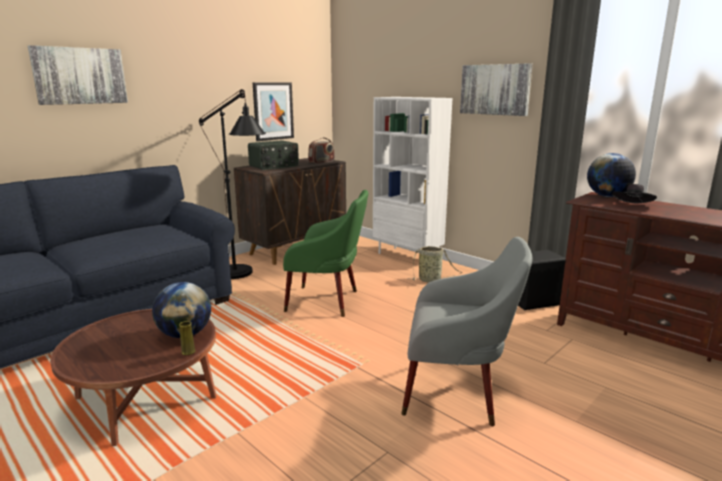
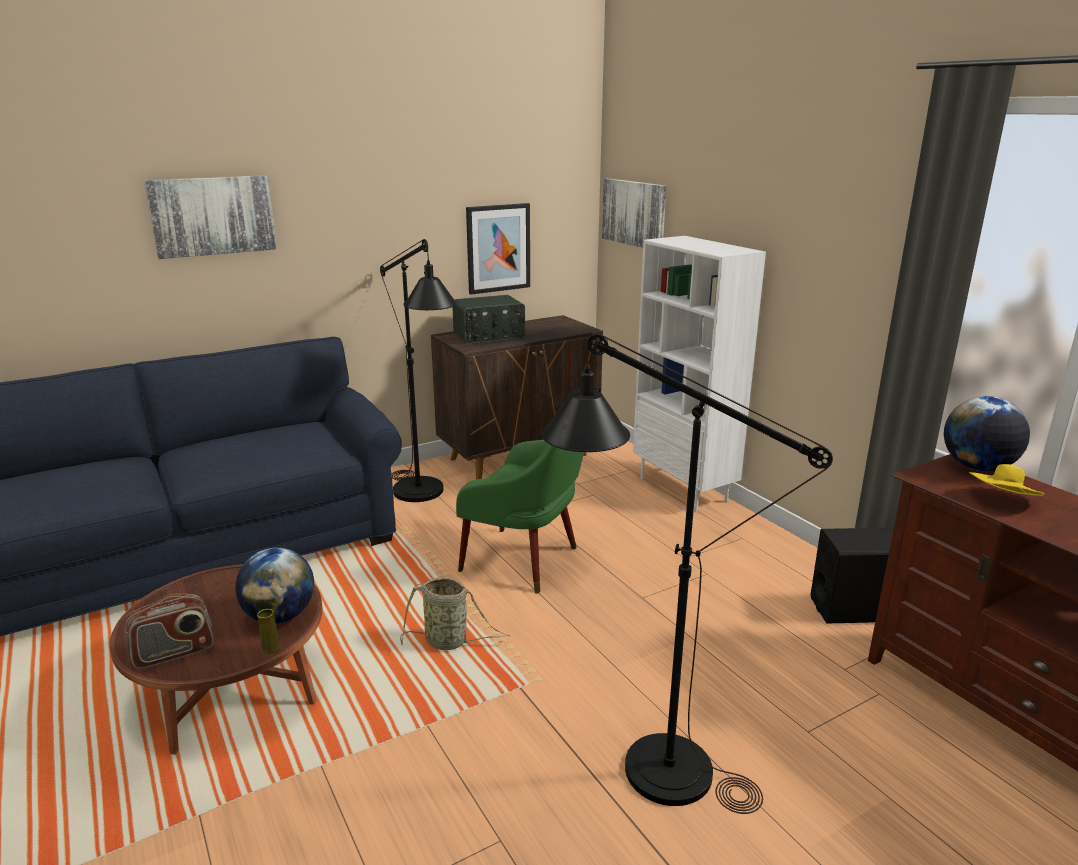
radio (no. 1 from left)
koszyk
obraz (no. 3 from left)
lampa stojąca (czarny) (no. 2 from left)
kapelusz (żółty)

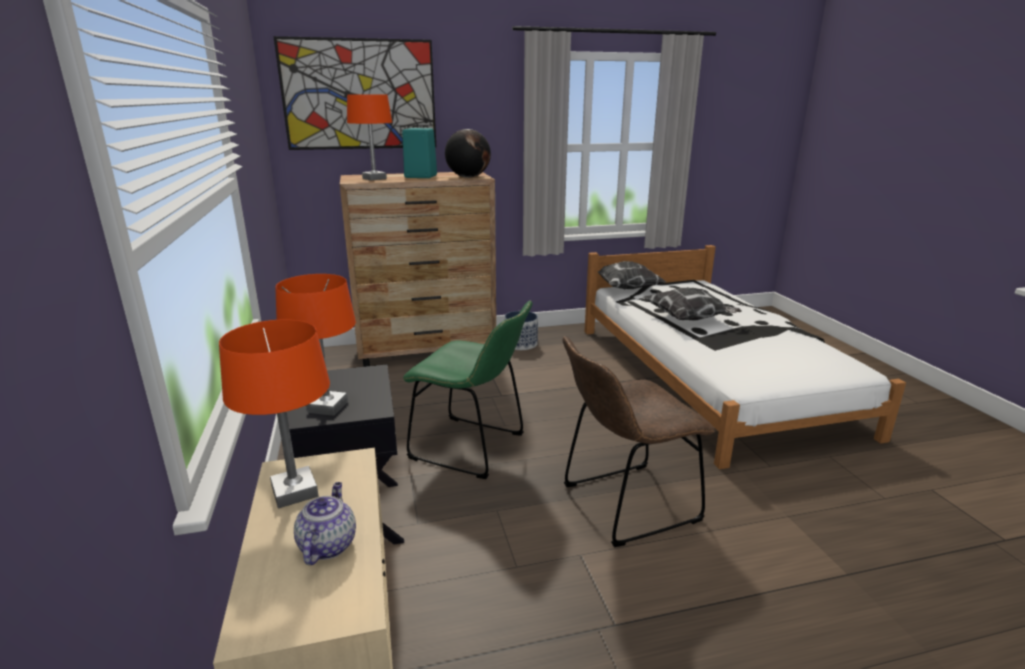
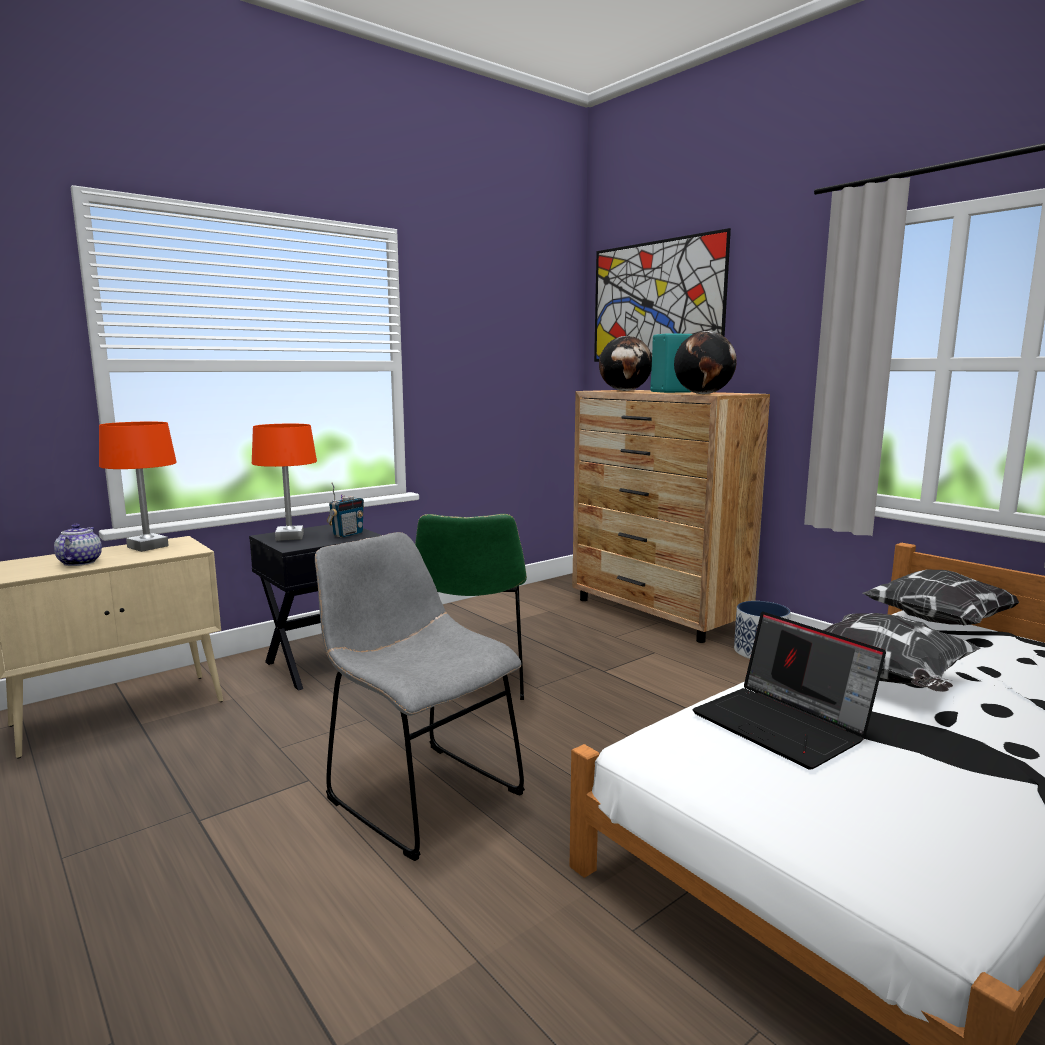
radio
laptop
globus (no. 1 from left)
krzesło (szary)
imbryk

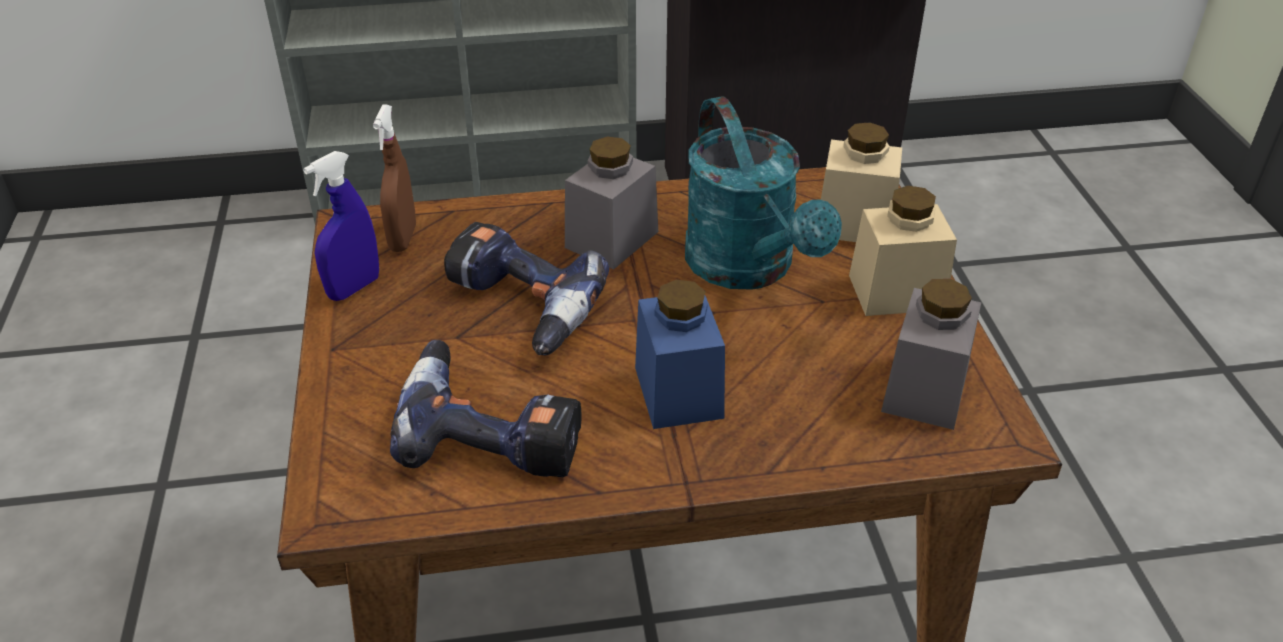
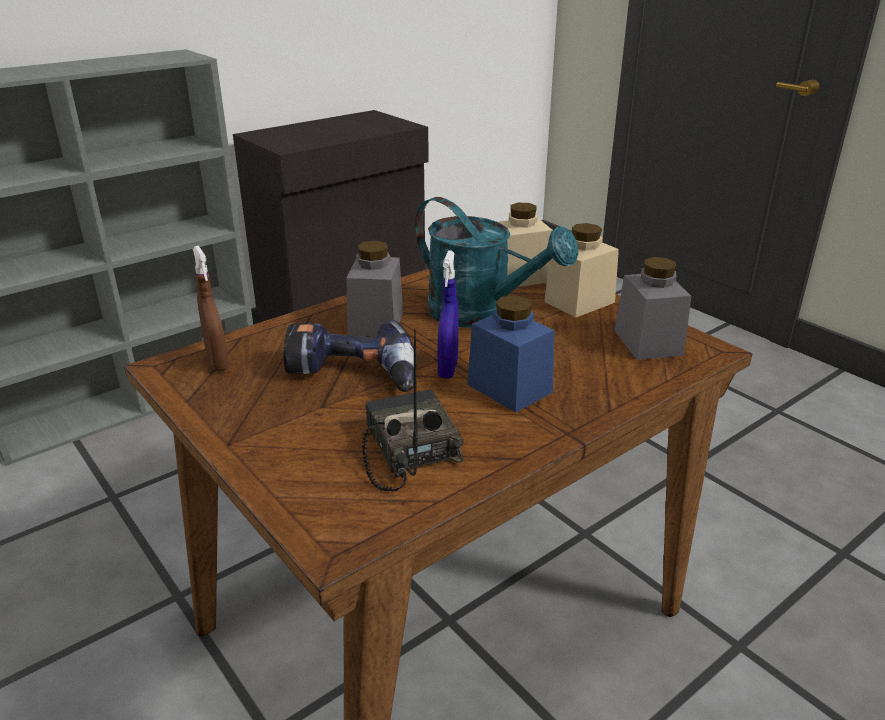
spryskiwacz (niebieski)
radio

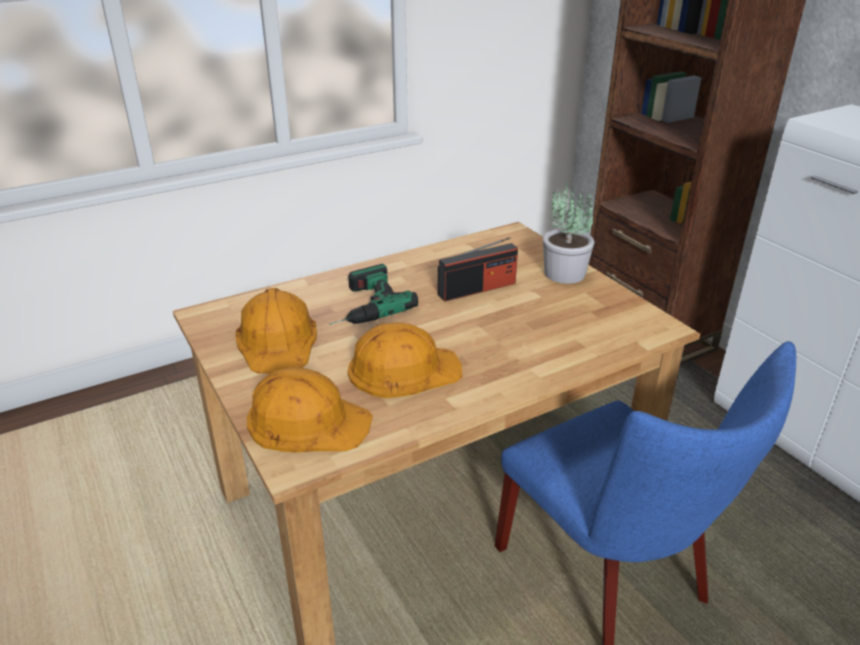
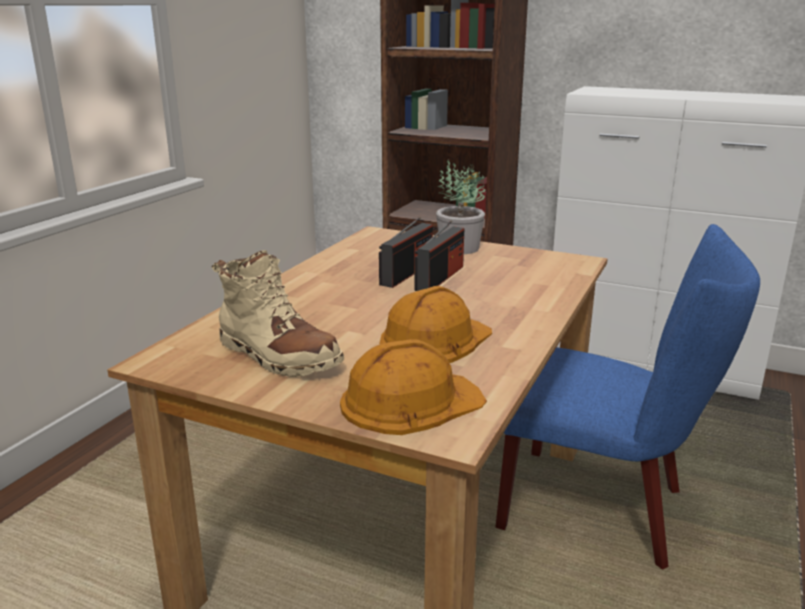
wiertarka
radio (no. 2 from left)
but z cholewką (beżowy)

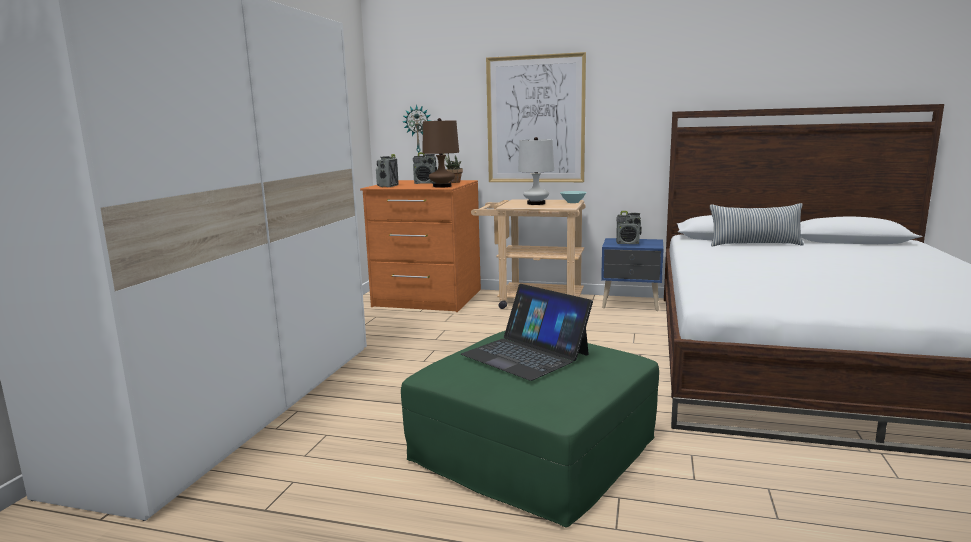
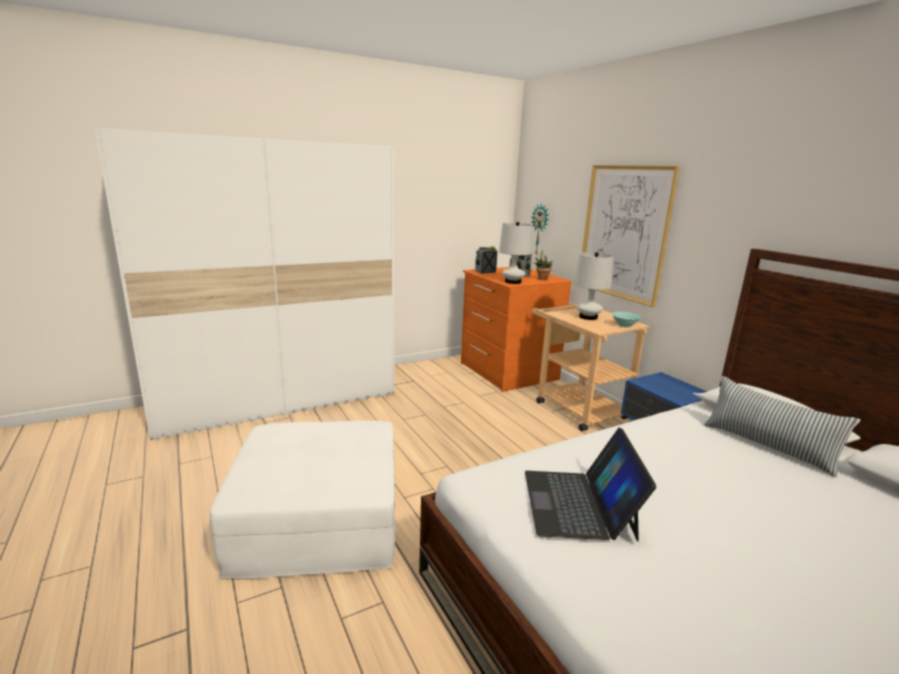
radio (no. 3 from left in the first image)
laptop
pufa (biały)
lampa stołowa (biały) (no. 1 from left)

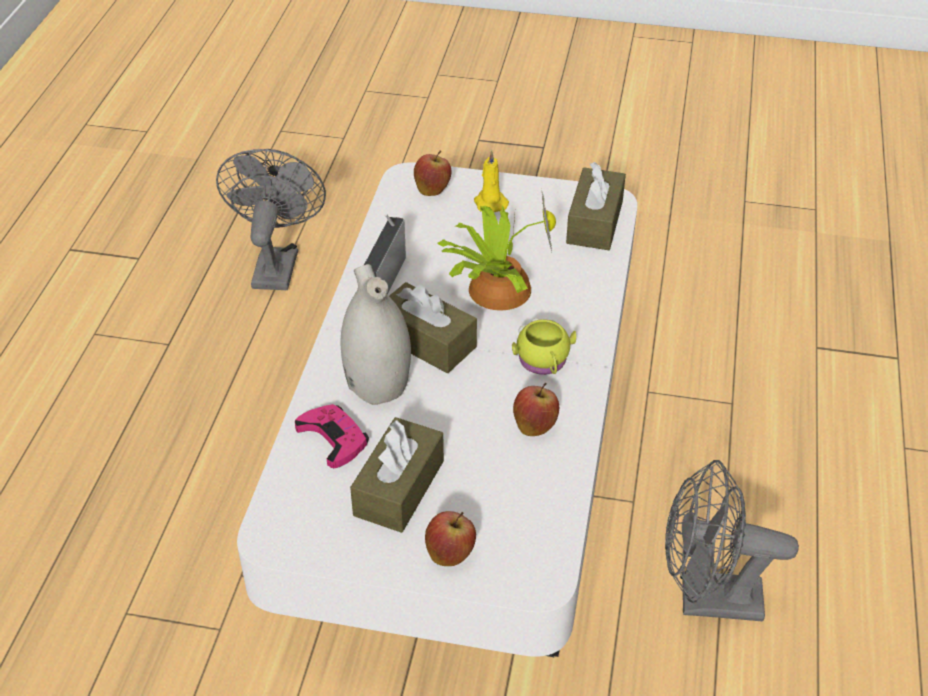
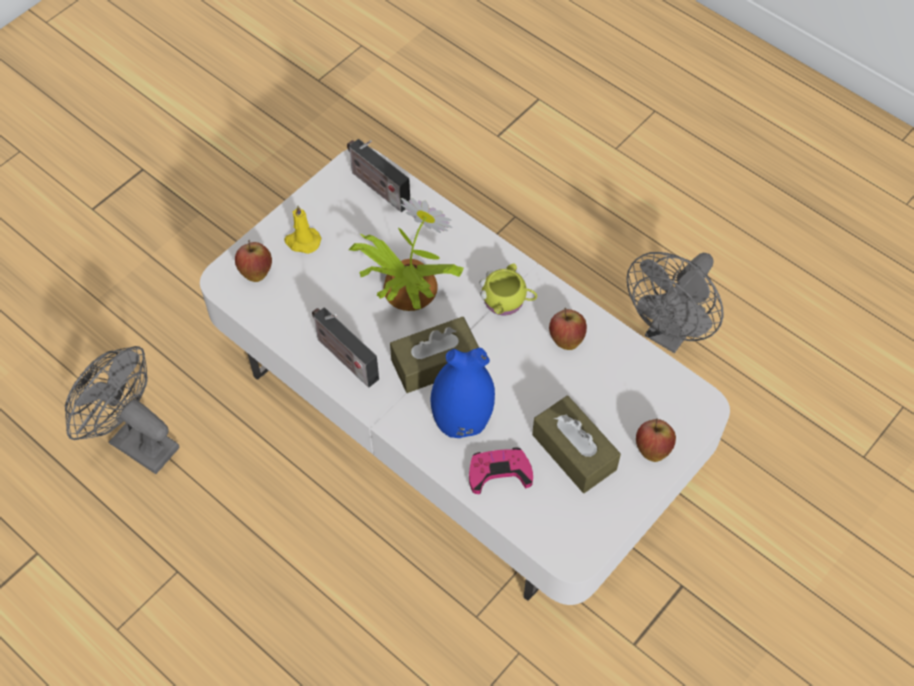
radio (no. 2 from left)
wazon (niebieski)

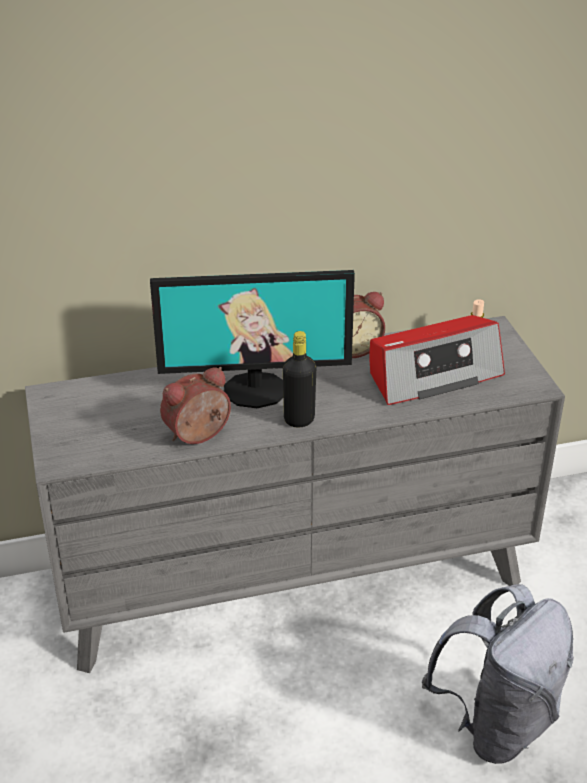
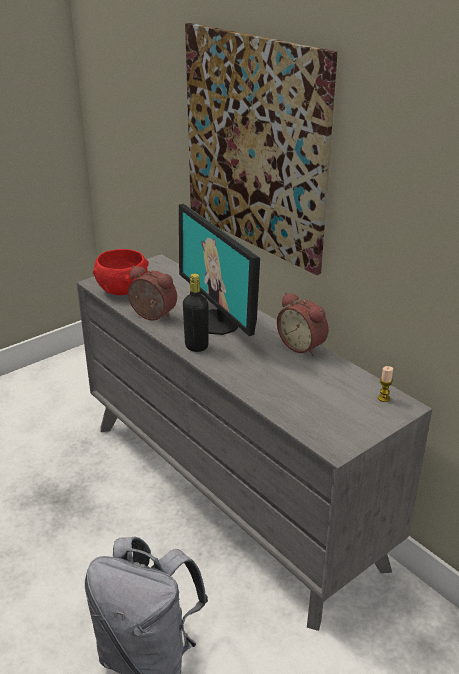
radio
miska (czerwony)
obraz

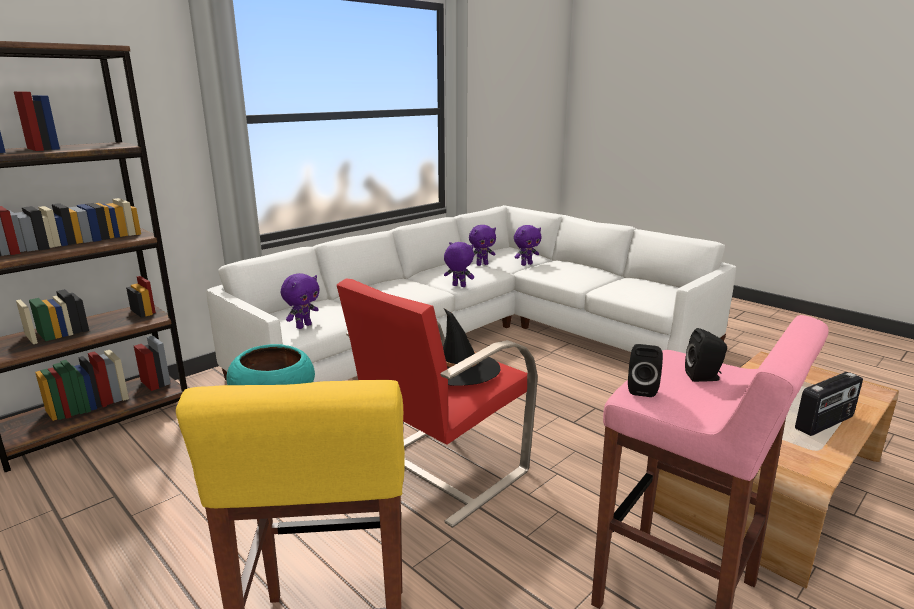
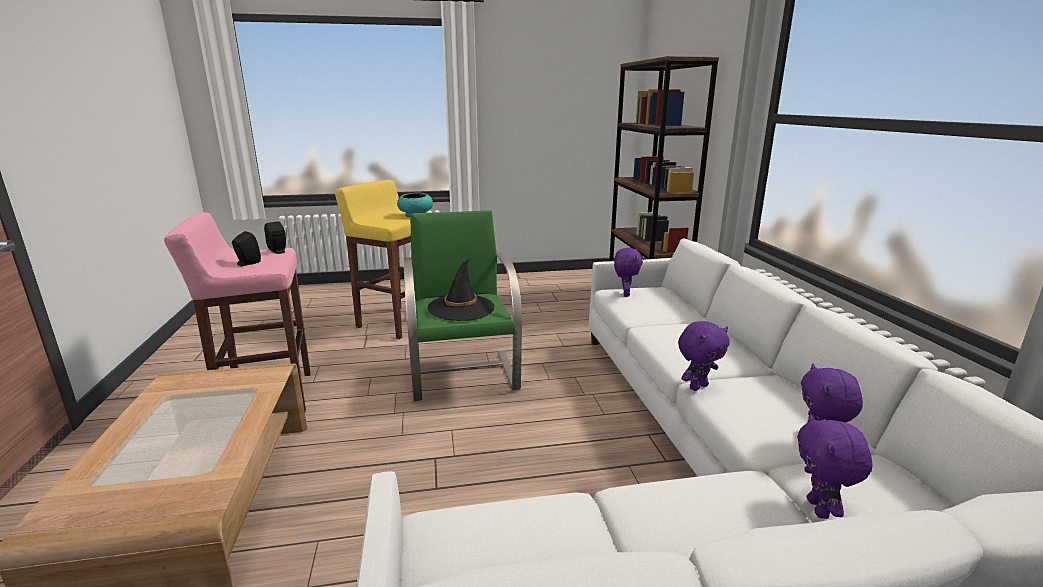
radio
fotel (zielony)
pluszak (fioletowy) (no. 1 from left)

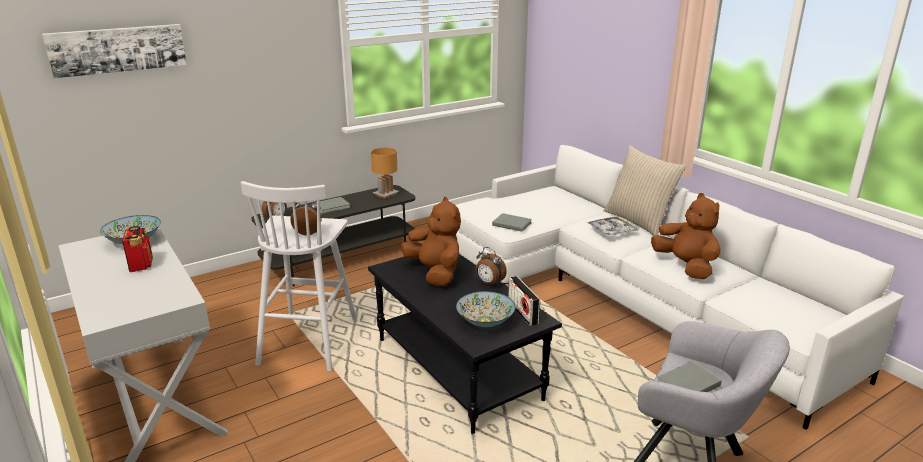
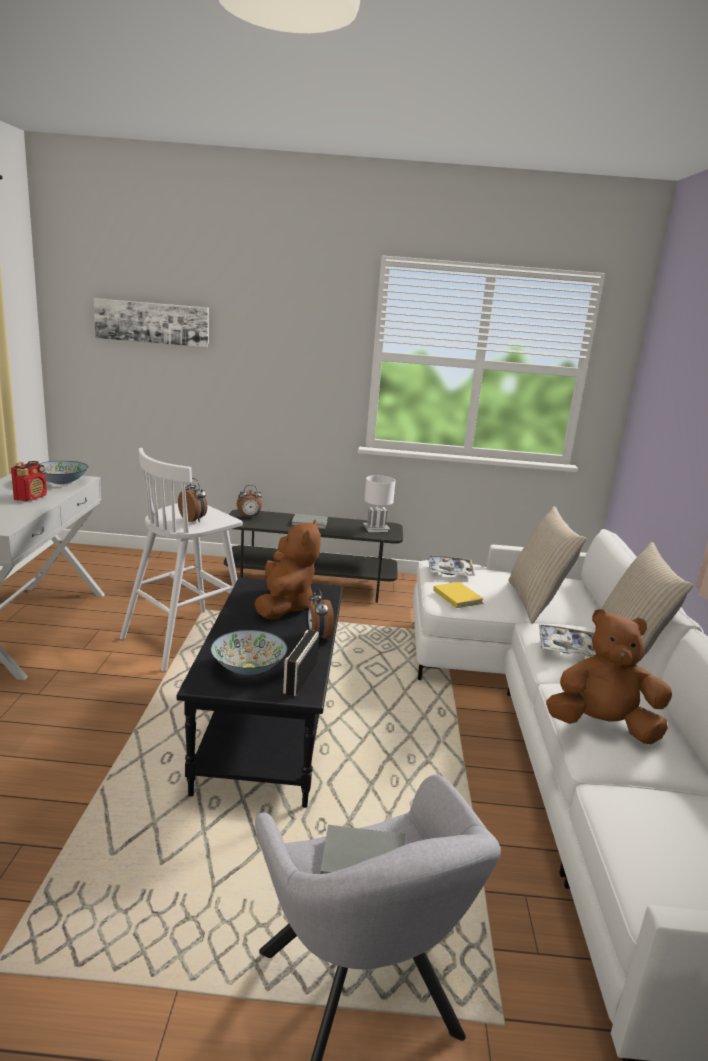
taca (no. 1 from left)
poduszka (beżowy) (no. 1 from left)
lampa stołowa (biały)
książka (żółty)
pluszak (brązowy) (no. 2 from left)

